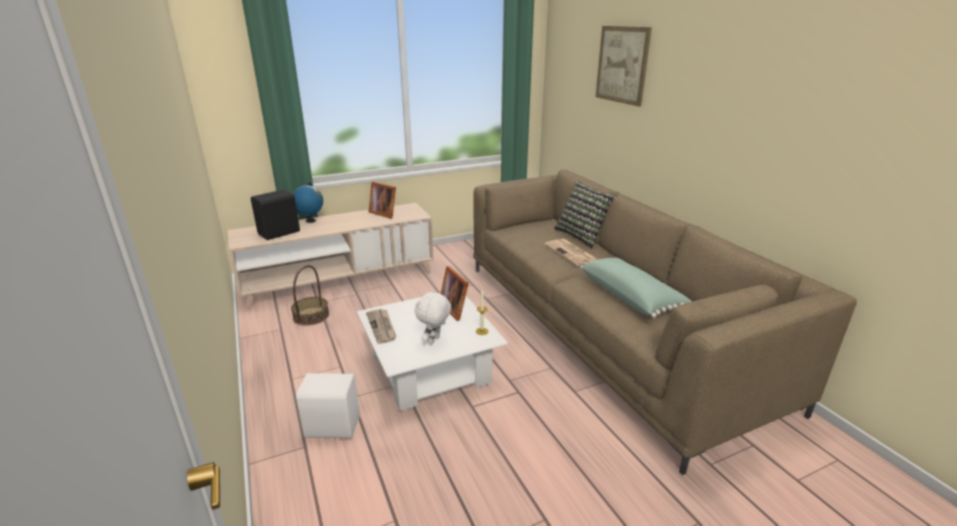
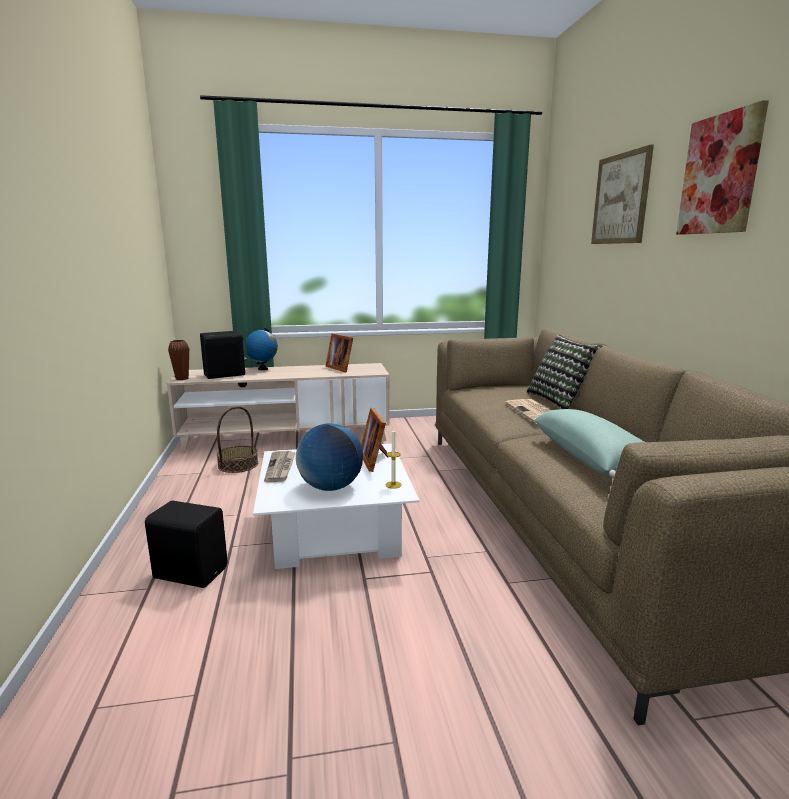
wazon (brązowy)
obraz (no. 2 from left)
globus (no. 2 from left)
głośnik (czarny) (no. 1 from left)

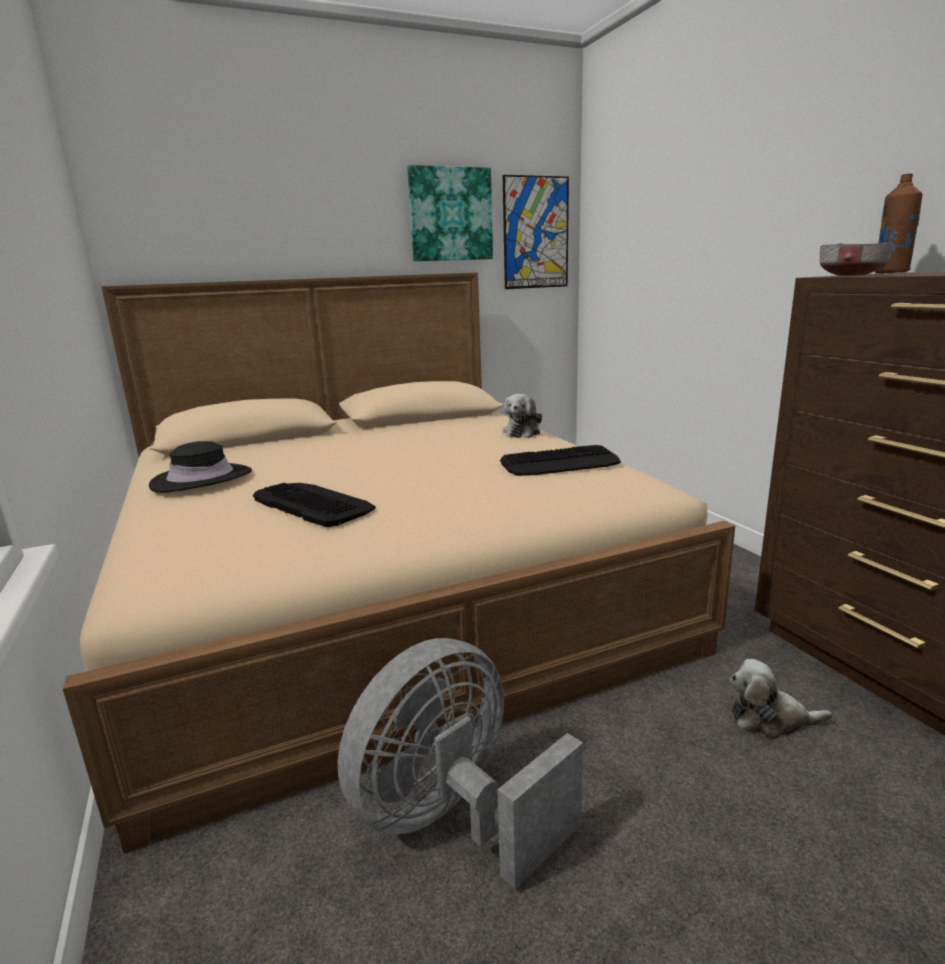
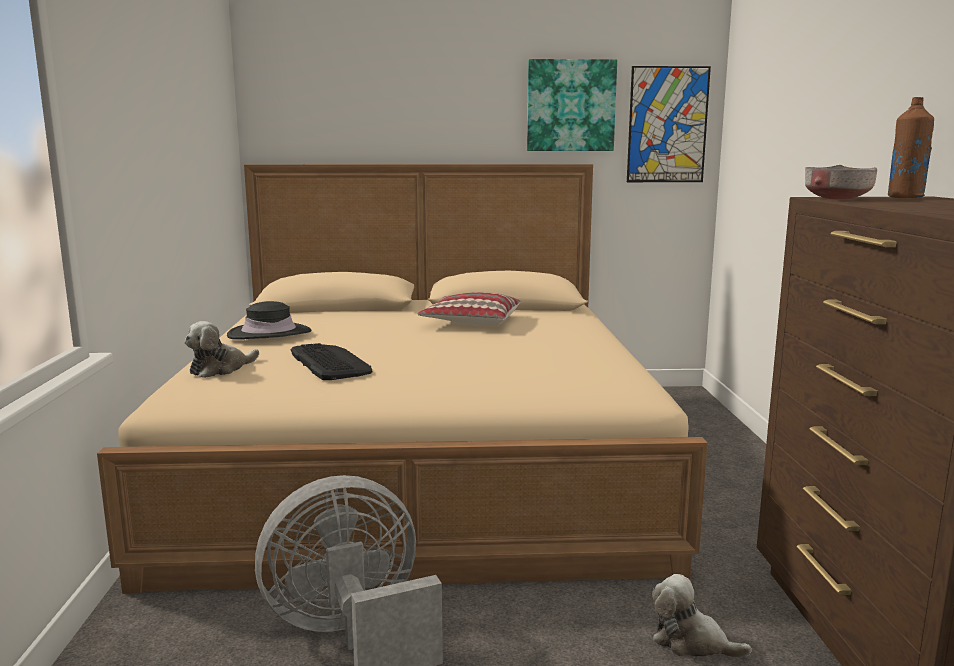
klawiatura (no. 2 from left in the first image)
poduszka
pluszak (no. 1 from left)

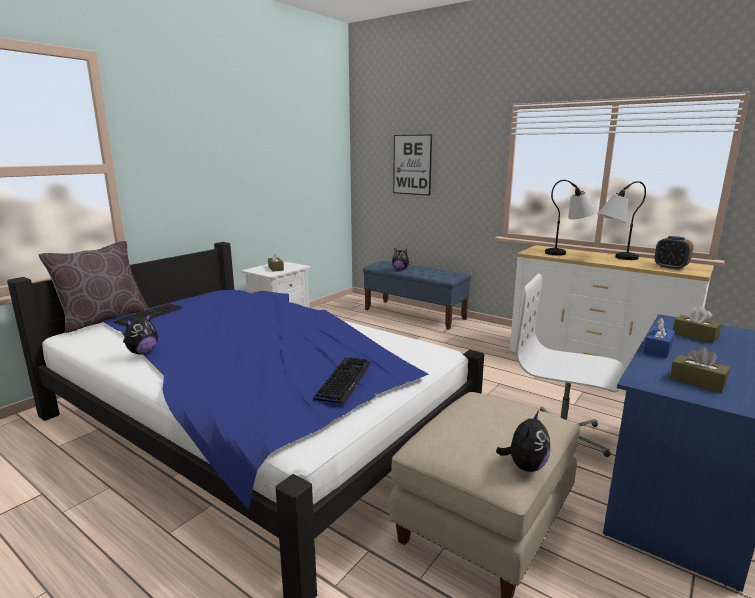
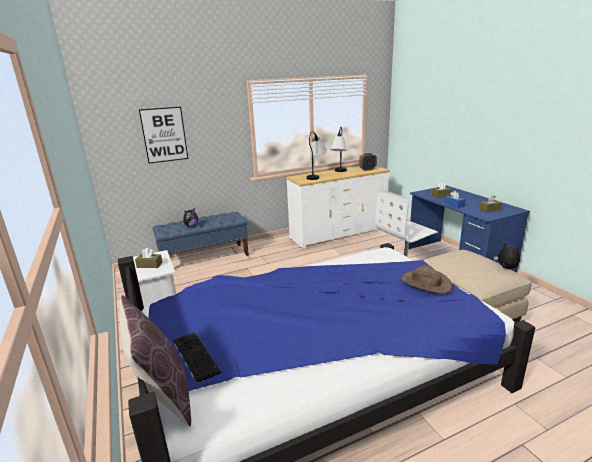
pluszak (no. 1 from left in the first image)
kapelusz (brązowy)

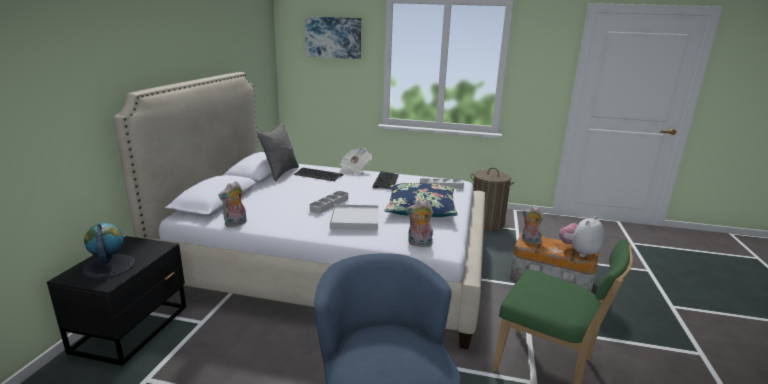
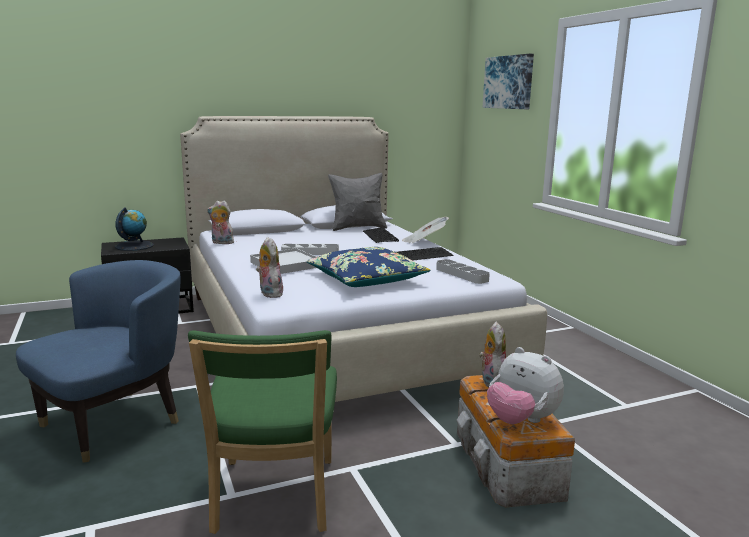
kosz na pranie
pluszak (no. 4 from left)

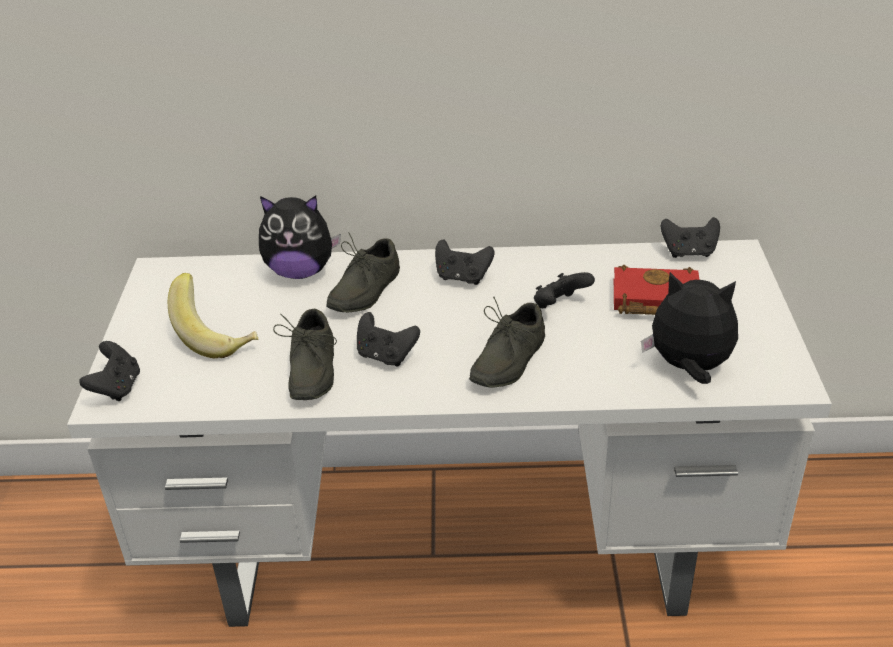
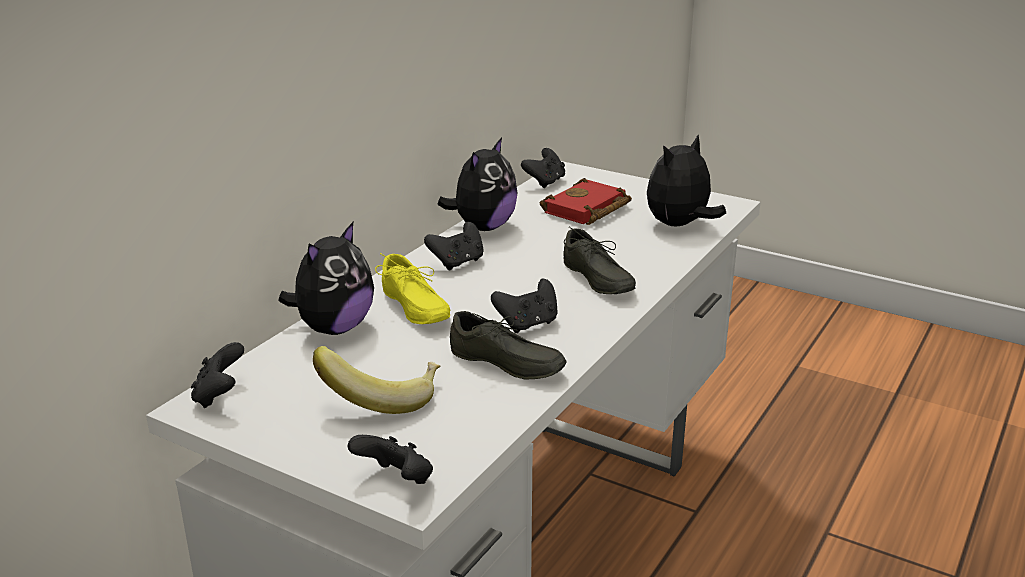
pluszak (no. 2 from left)
pad do gier (czarny) (no. 1 from left)
but (żółty)

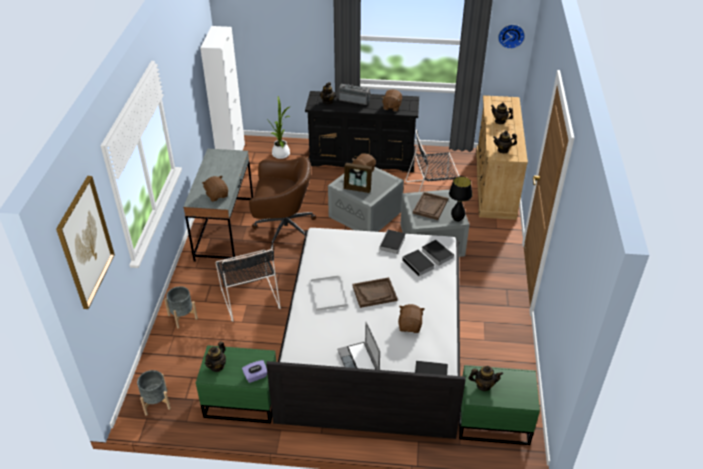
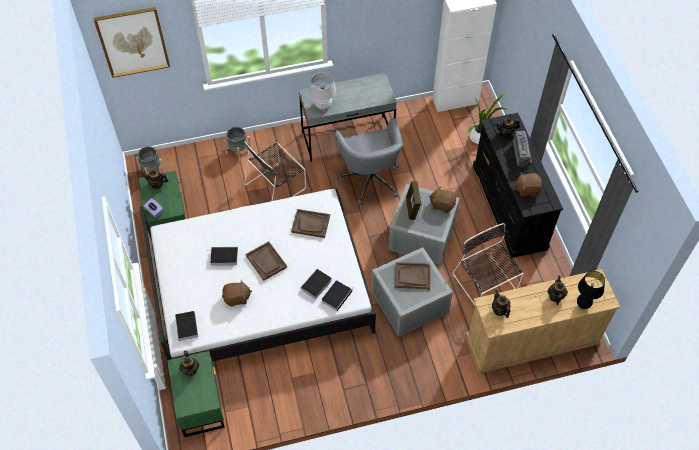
taca (biały)
laptop
zegar ścienny
taca (brązowy) (no. 2 from left)
książka (no. 2 from left)
lampa stołowa (czarny)
lampa stołowa (biały)
krzesło biurowe (szary)

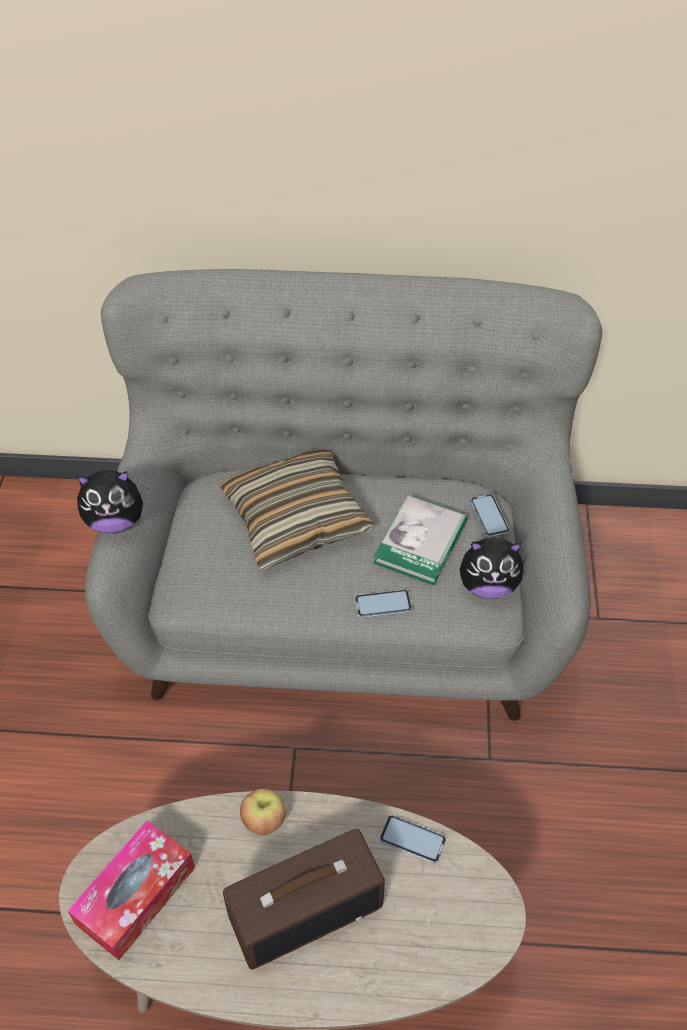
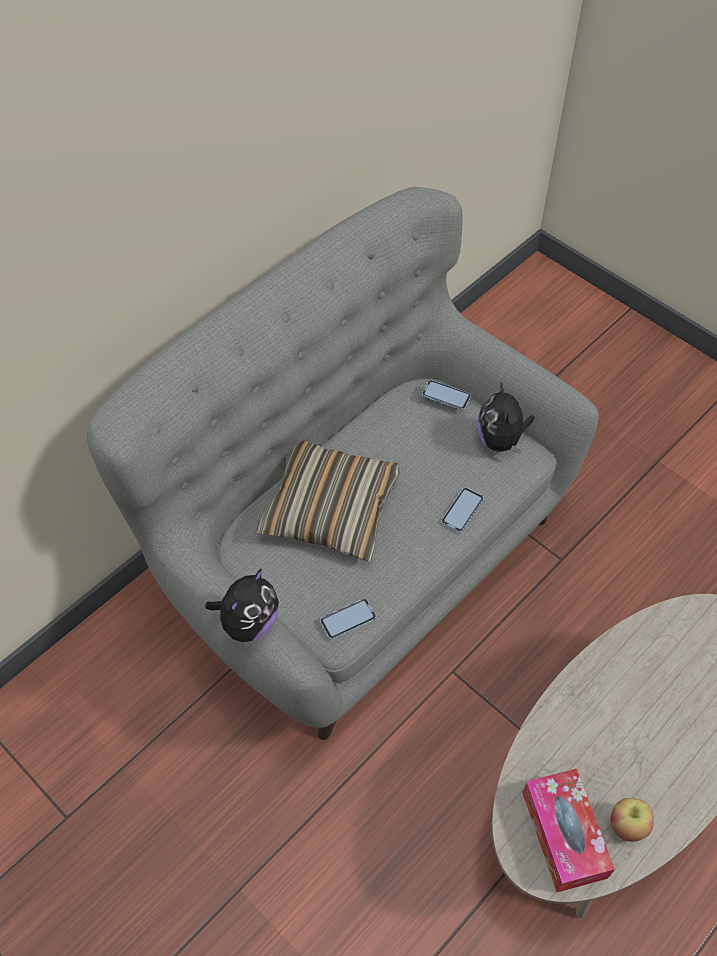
radio
książka
jabłko
telefon (no. 1 from left)
pluszak (no. 2 from left)

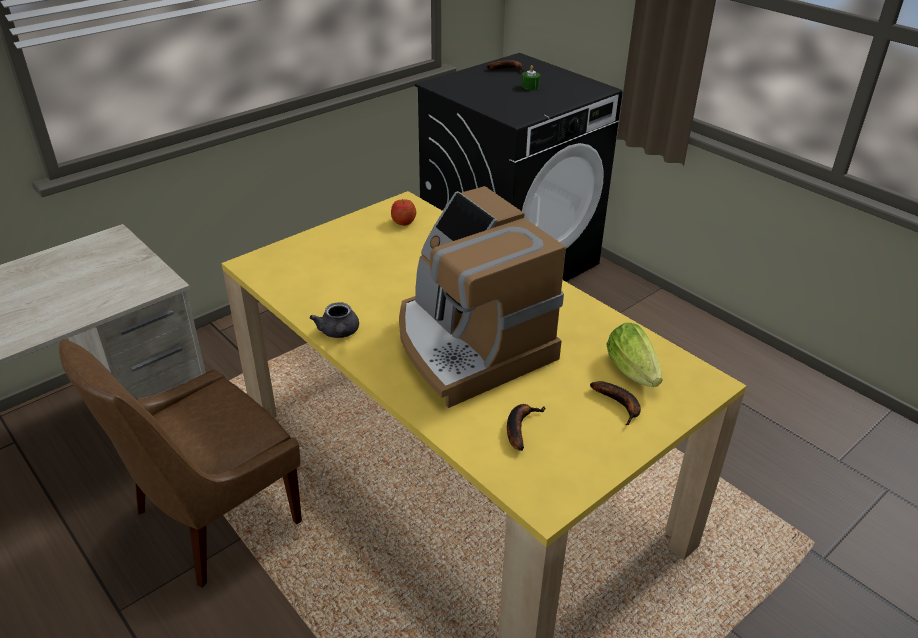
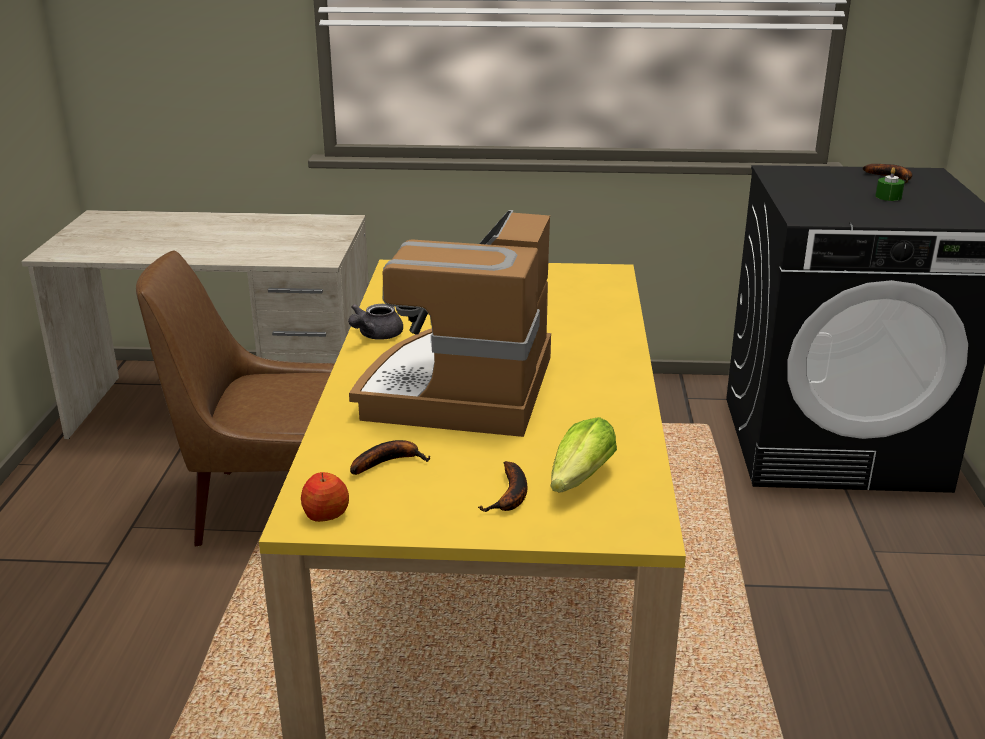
jabłko

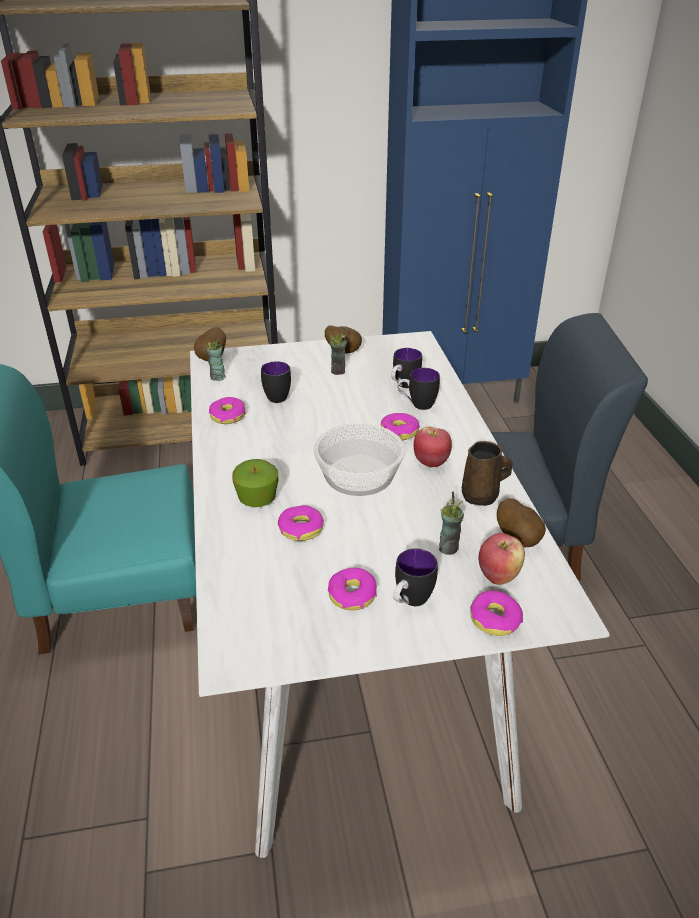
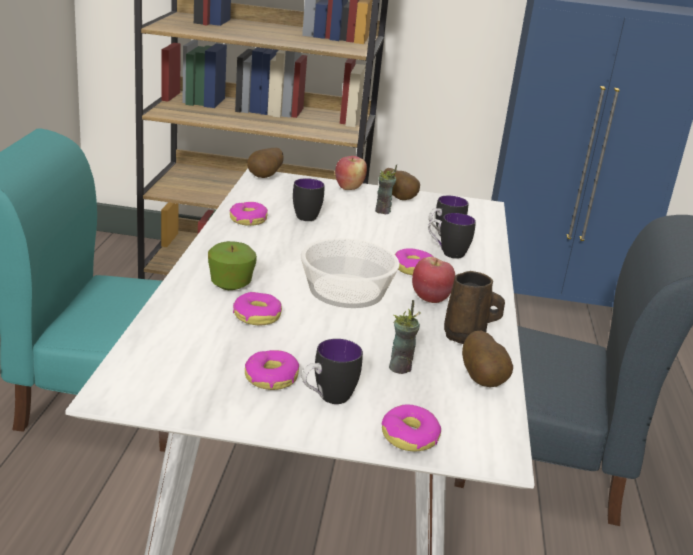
filiżanka (no. 1 from left in the first image)
jabłko (no. 2 from left)

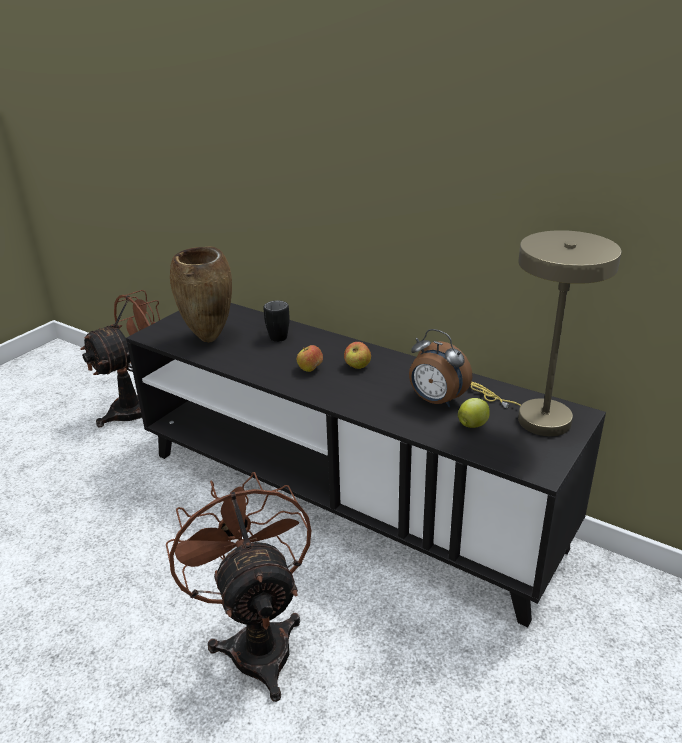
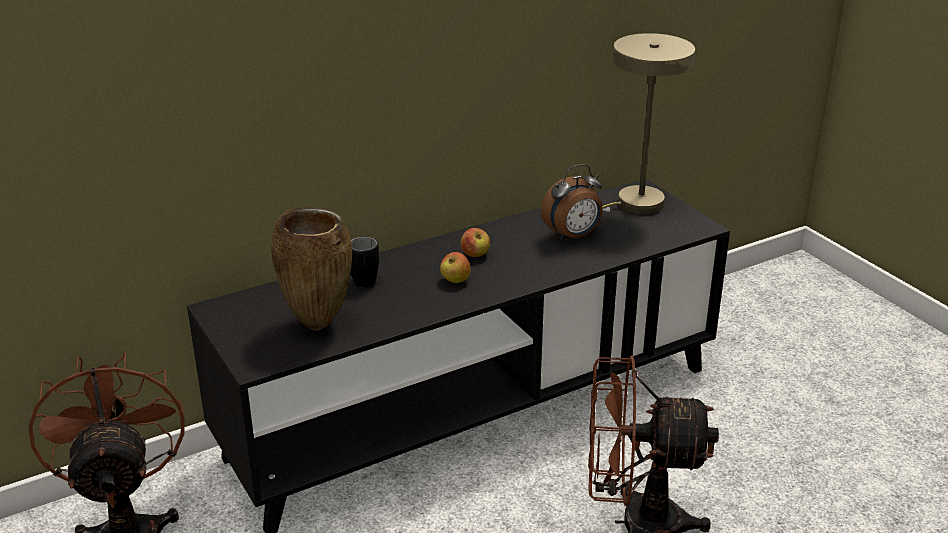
jabłko (no. 3 from left in the first image)

